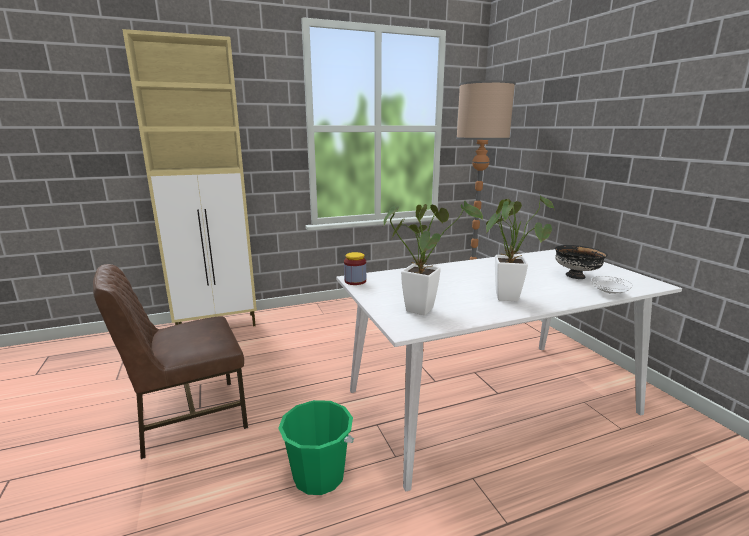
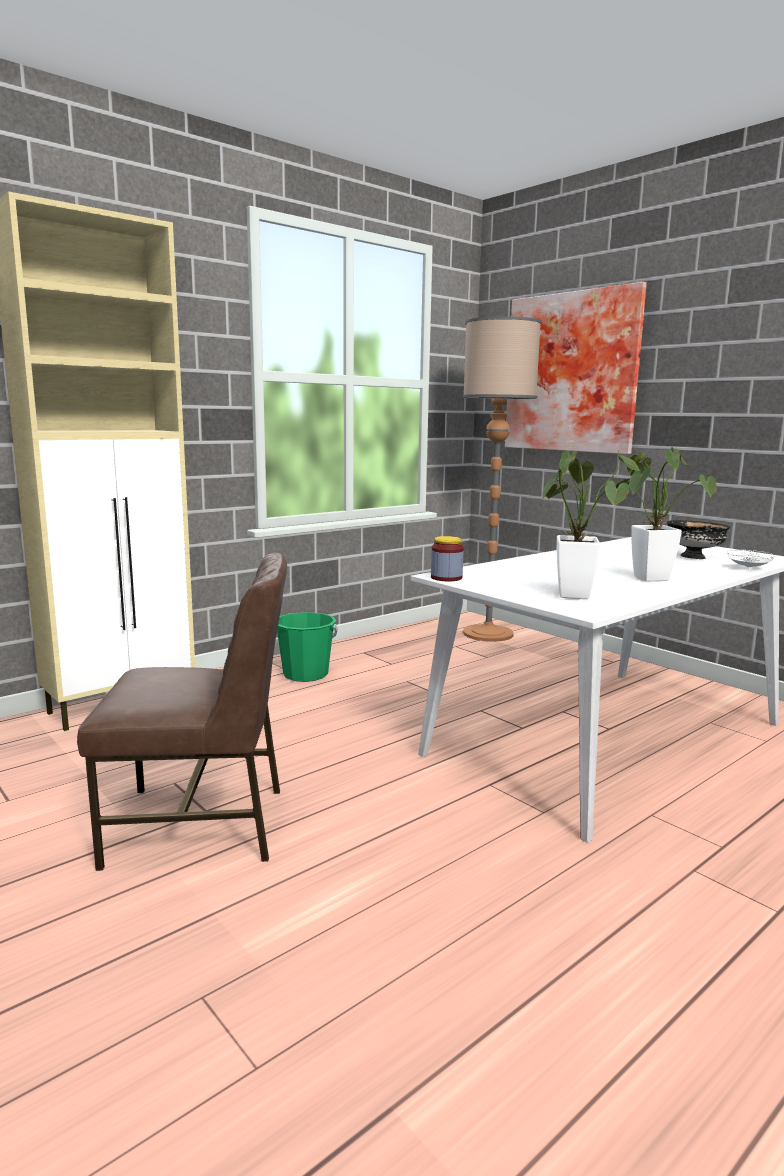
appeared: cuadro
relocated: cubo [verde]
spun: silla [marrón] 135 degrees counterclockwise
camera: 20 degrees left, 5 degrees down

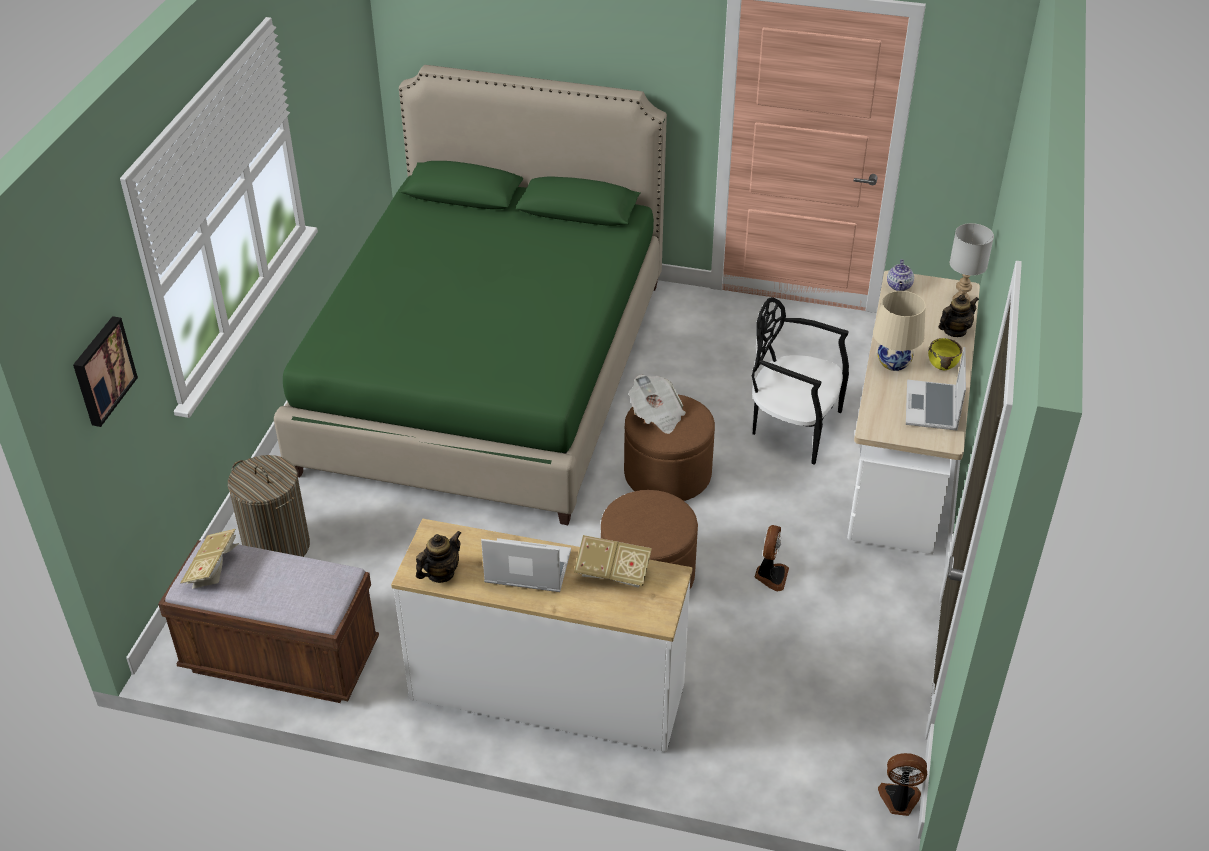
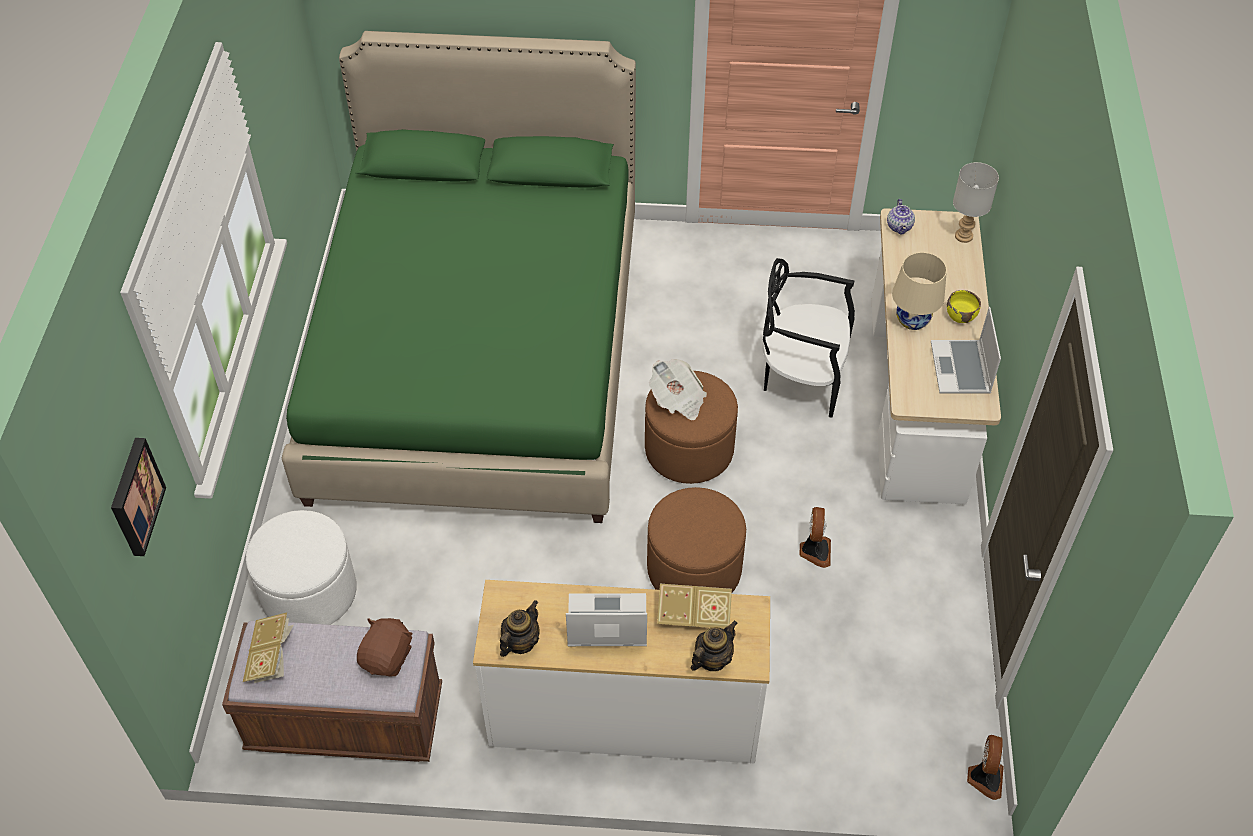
appeared: peluche [marrón]
relocated: tetera (no. 3 from left in the first image) to tetera (no. 2 from left)
exchanged: cesto de la ropa to puf [blanco]
spun: ventilador (no. 2 from left) 105 degrees clockwise
camera: 10 degrees left, 10 degrees up

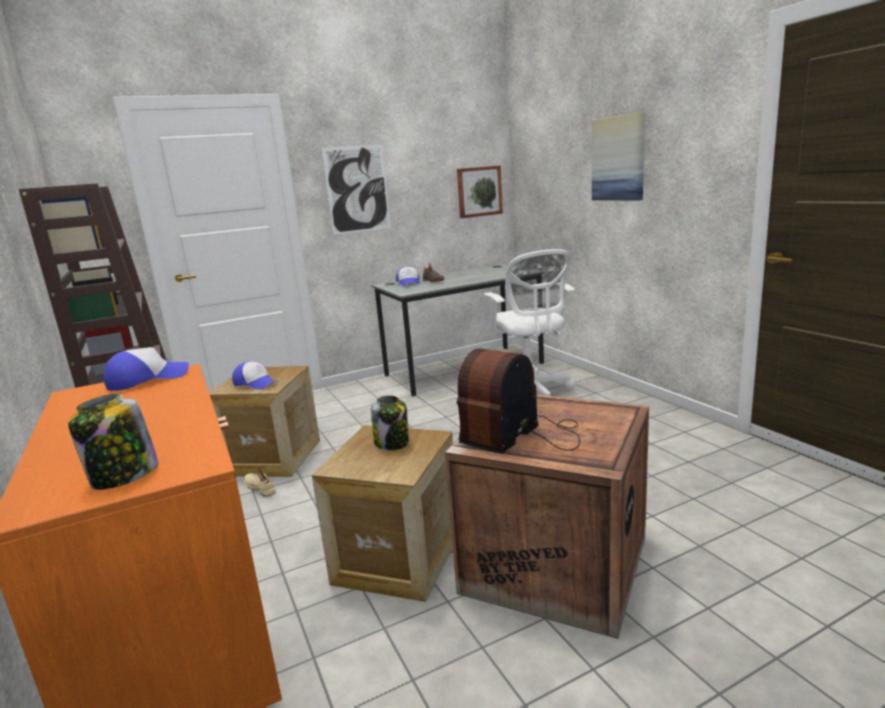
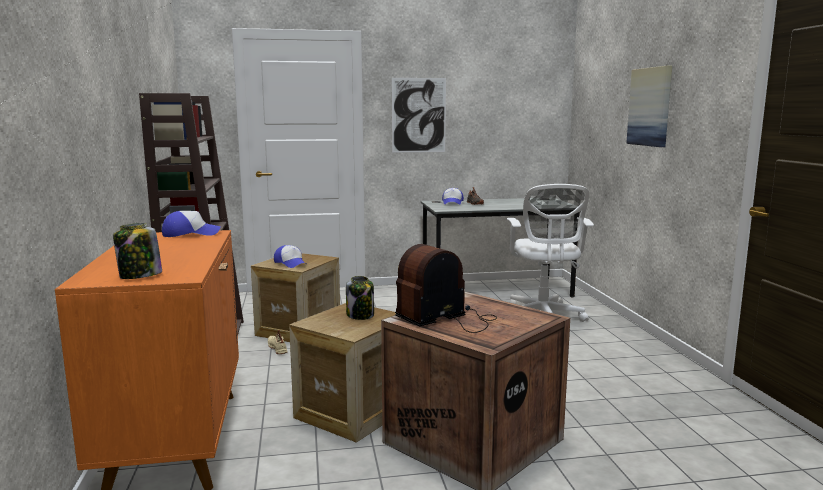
missing: cuadro (no. 2 from left)
camera: 15 degrees right, 5 degrees down

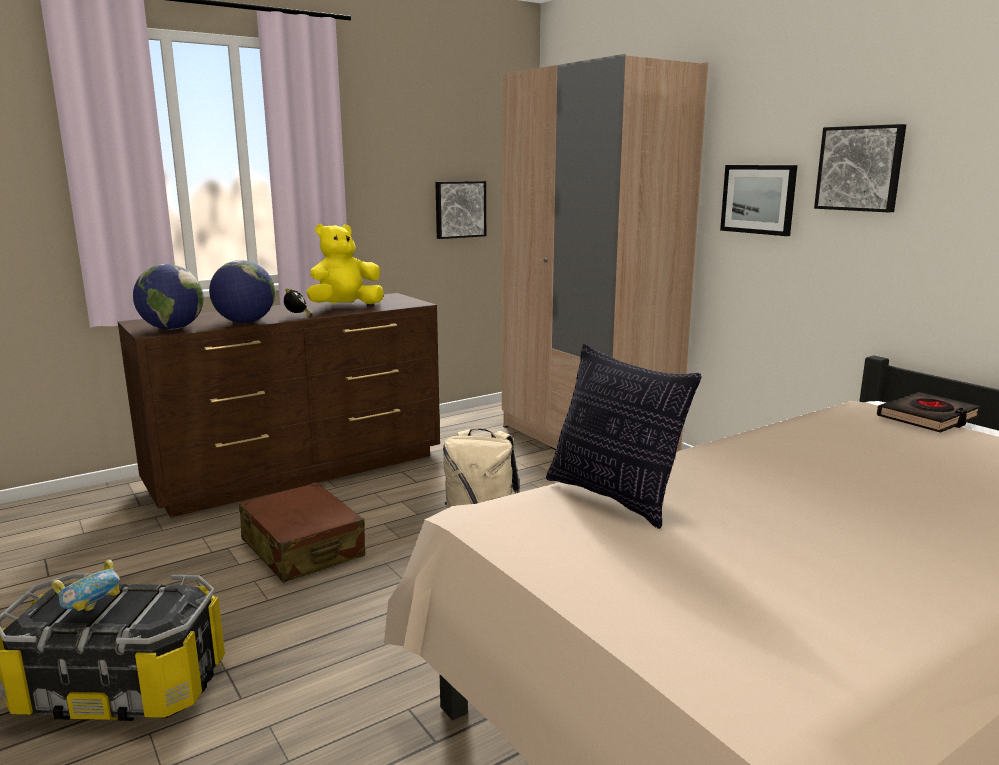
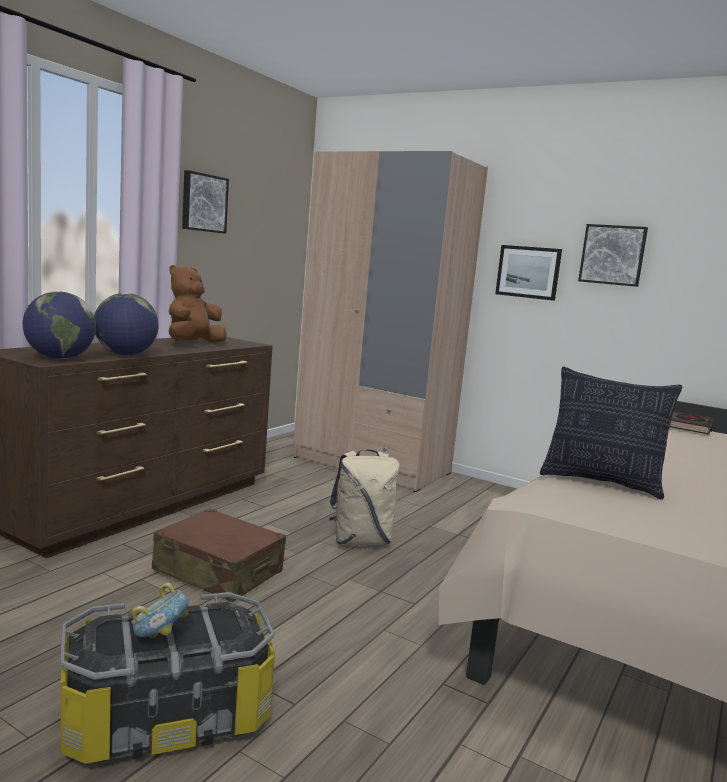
missing: despertador
relocated: cuadro (no. 1 from left)
colour: peluche [amarillo] to peluche [marrón]
camera: 25 degrees left, 5 degrees down

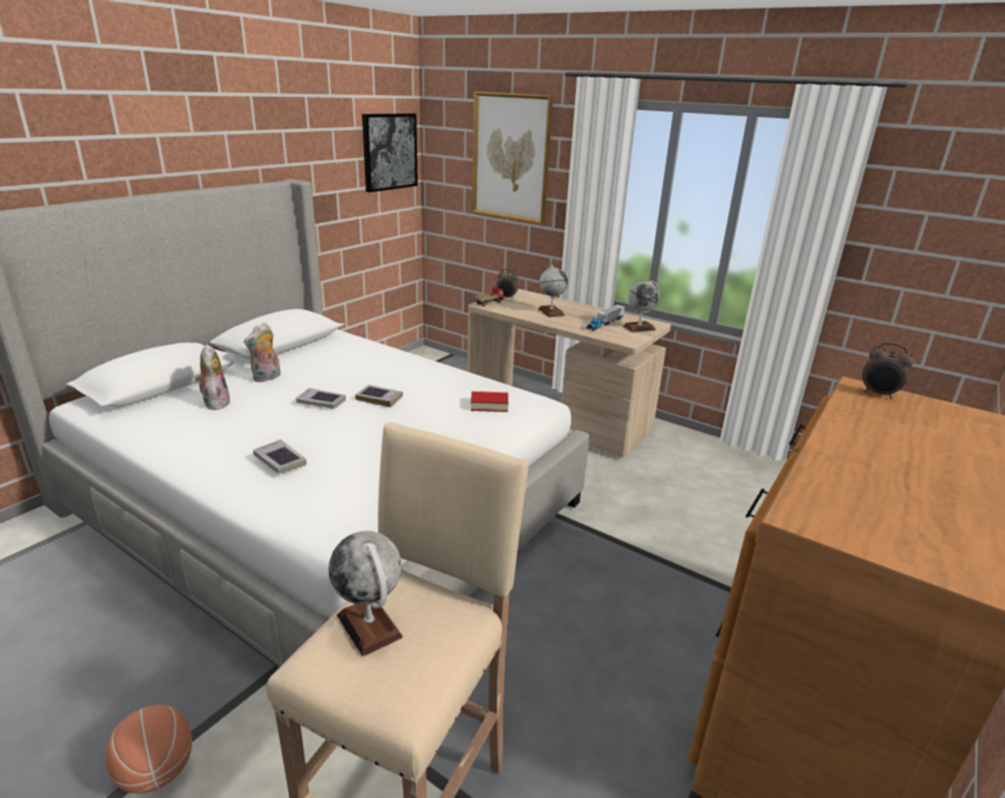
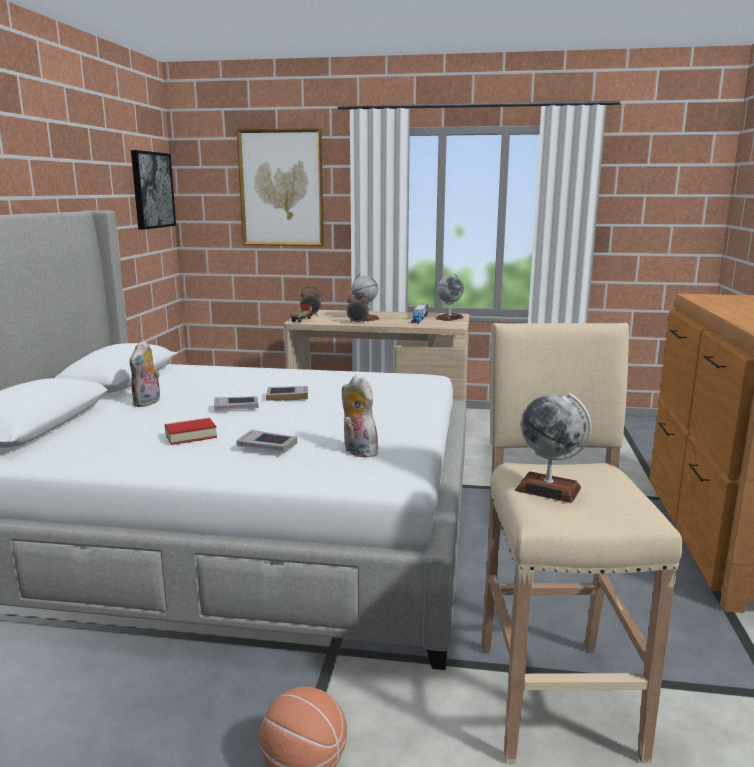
relocated: libro (no. 4 from left in the first image) to libro (no. 1 from left); peluche (no. 1 from left in the first image) to peluche (no. 2 from left); despertador (no. 2 from left)
camera: 25 degrees left, 10 degrees down

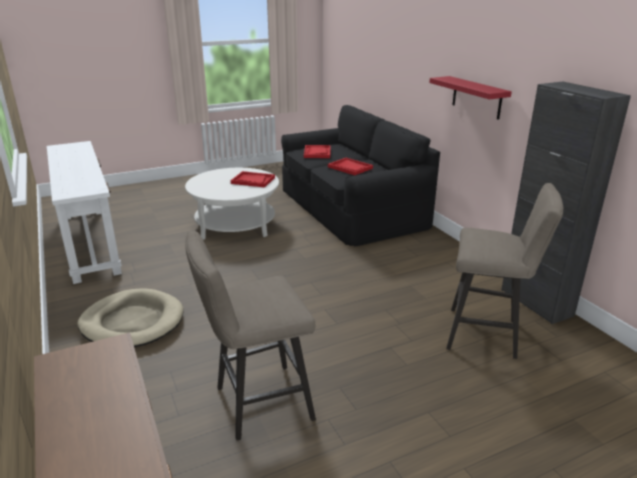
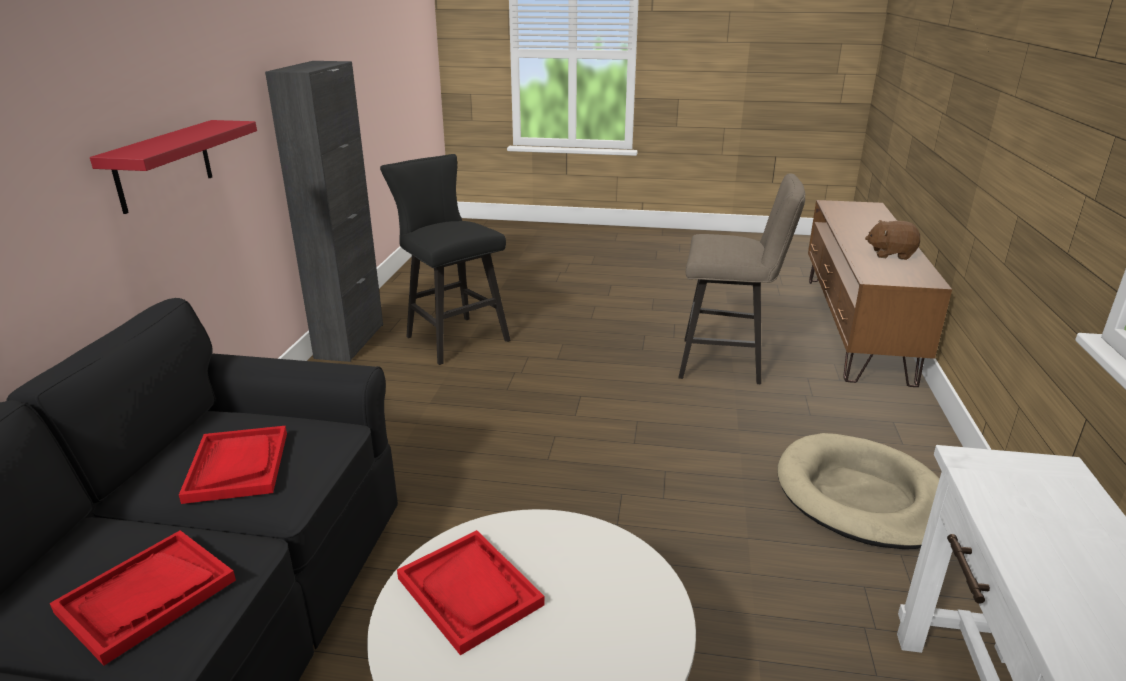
appeared: peluche [marrón]
colour: taburete [beis] (no. 2 from left) to taburete [negro]
camera: 145 degrees left, 0 degrees up

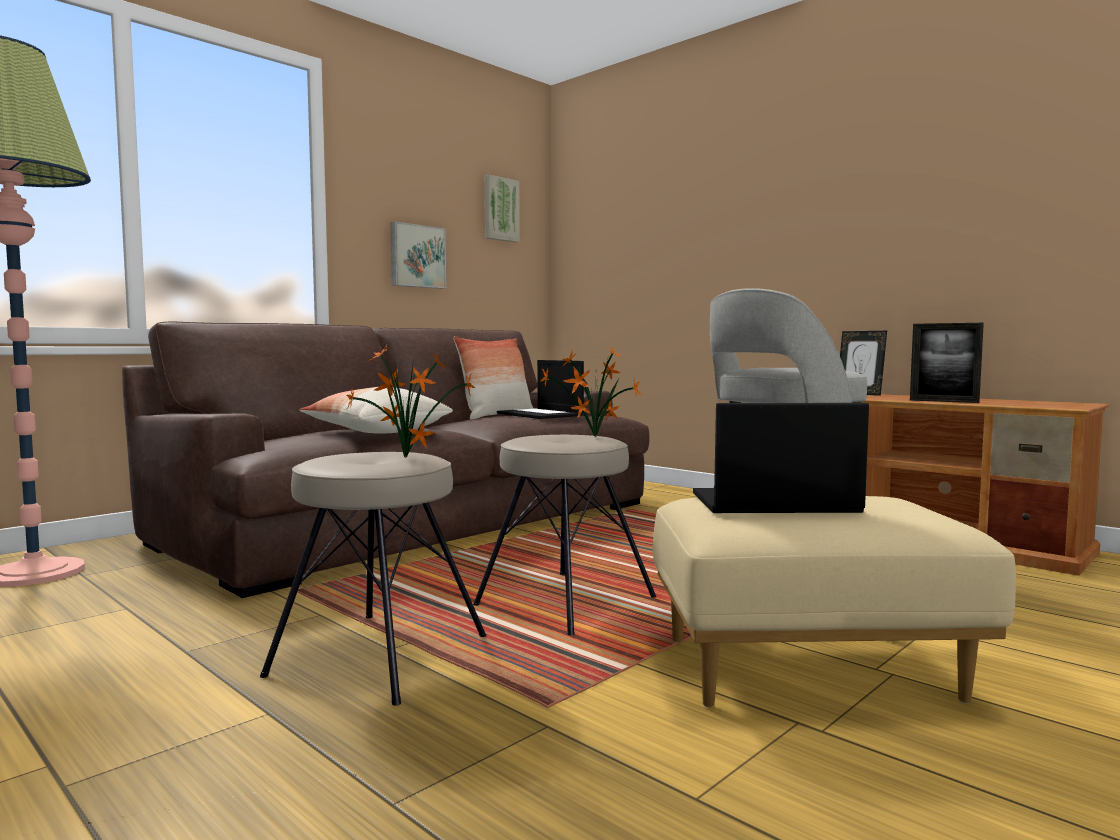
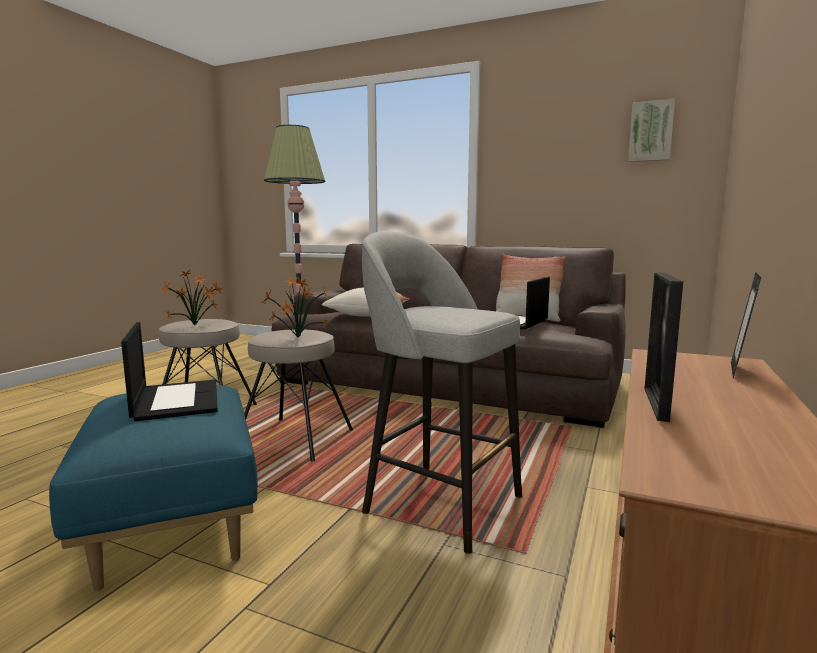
missing: cuadro (no. 1 from left)
colour: puf [beis] to puf [azul]
camera: 70 degrees right, 5 degrees up

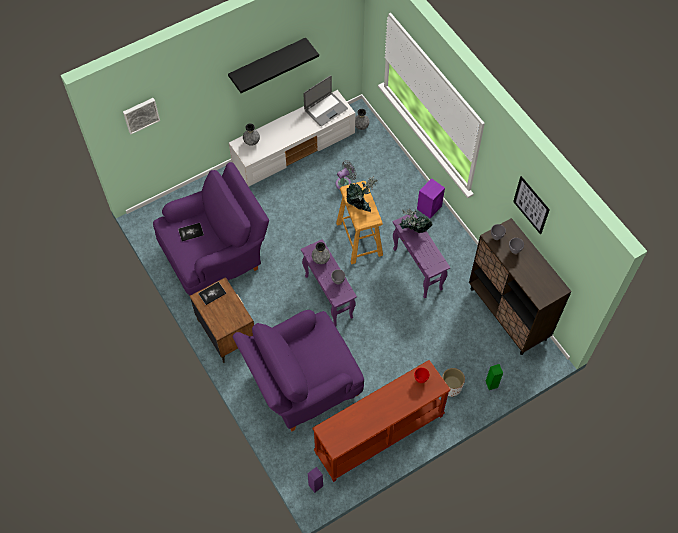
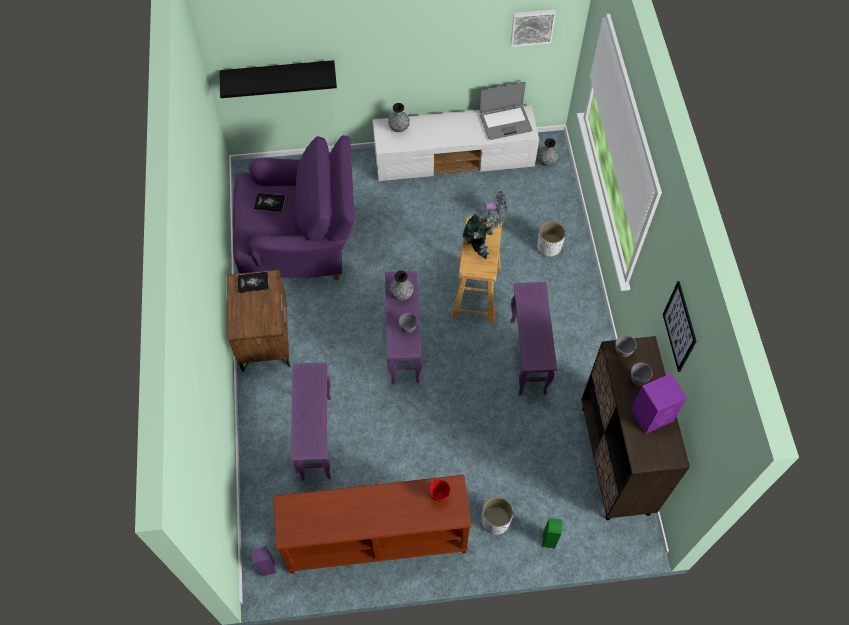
missing: planta en maceta (no. 2 from left)
appeared: maceta [blanco] (no. 2 from left)
relocated: estante [negro]; cuadro (no. 1 from left); altavoz [morado] (no. 2 from left)
exchanged: sillón [morado] (no. 2 from left) to mesa auxiliar [morado] (no. 1 from left)
camera: 25 degrees right, 0 degrees up

